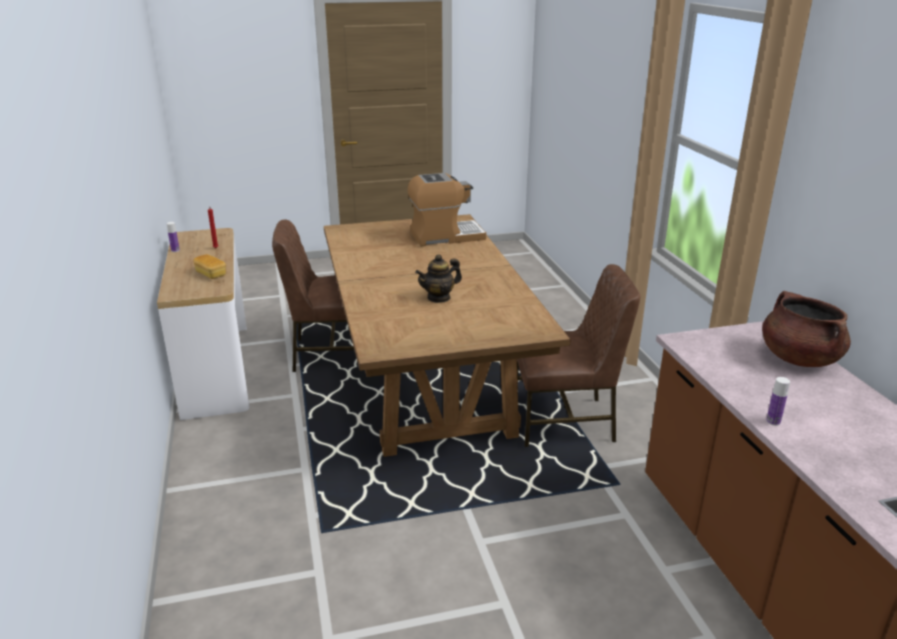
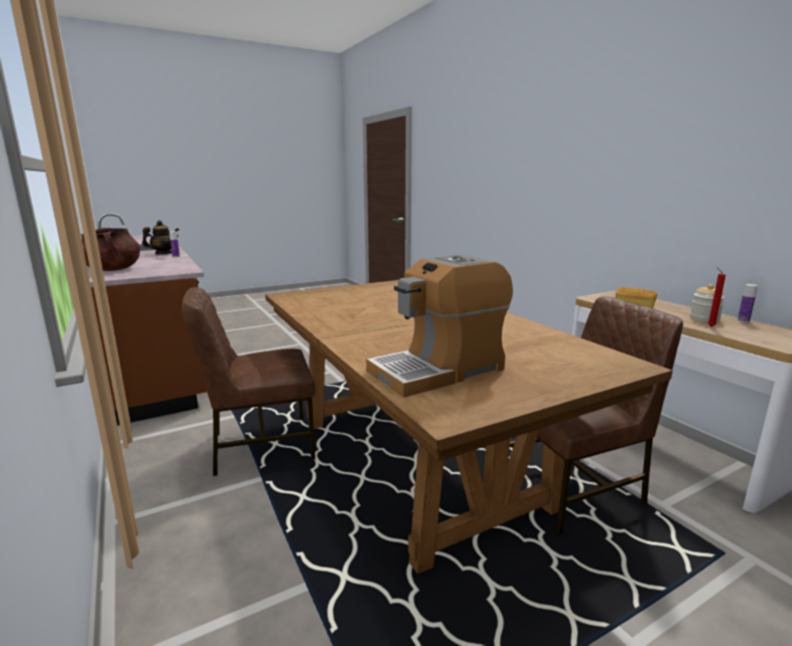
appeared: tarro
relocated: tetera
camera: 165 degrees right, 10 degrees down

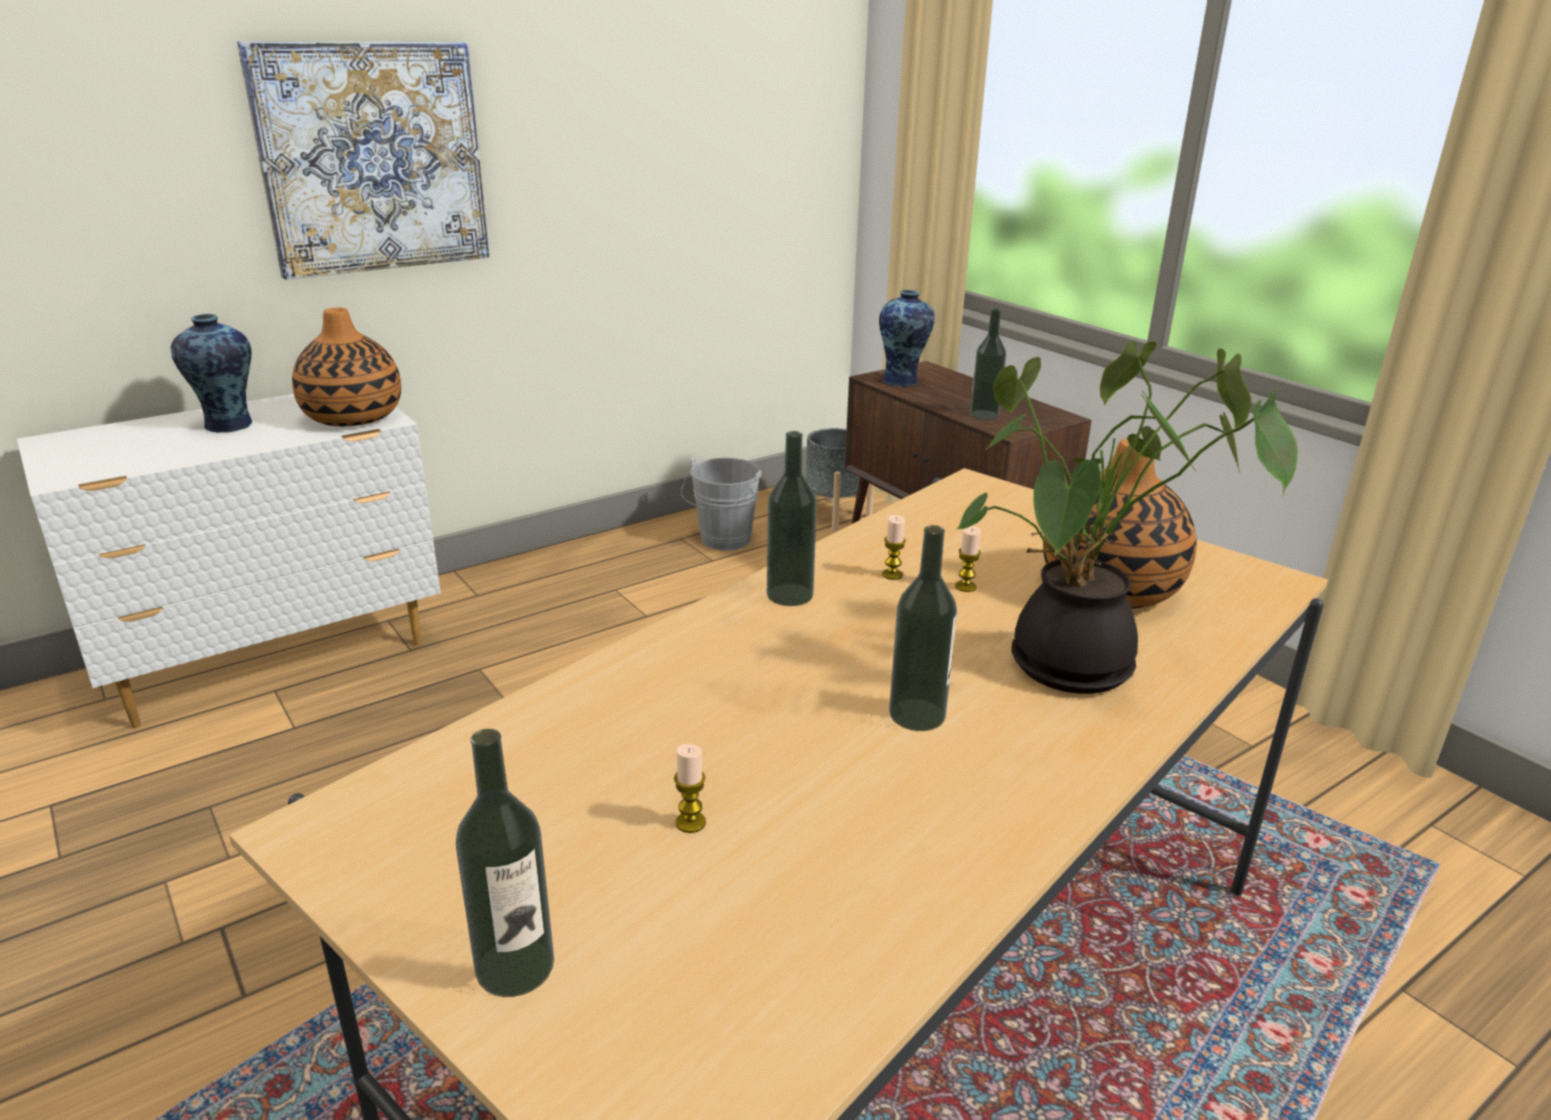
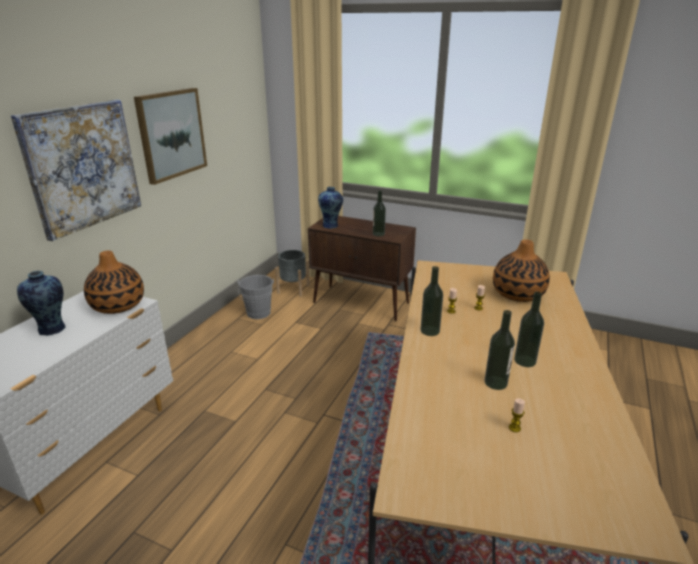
missing: planta en maceta
appeared: cuadro (no. 2 from left)
relocated: botella (no. 1 from left in the first image) to botella (no. 3 from left)
camera: 30 degrees left, 0 degrees up

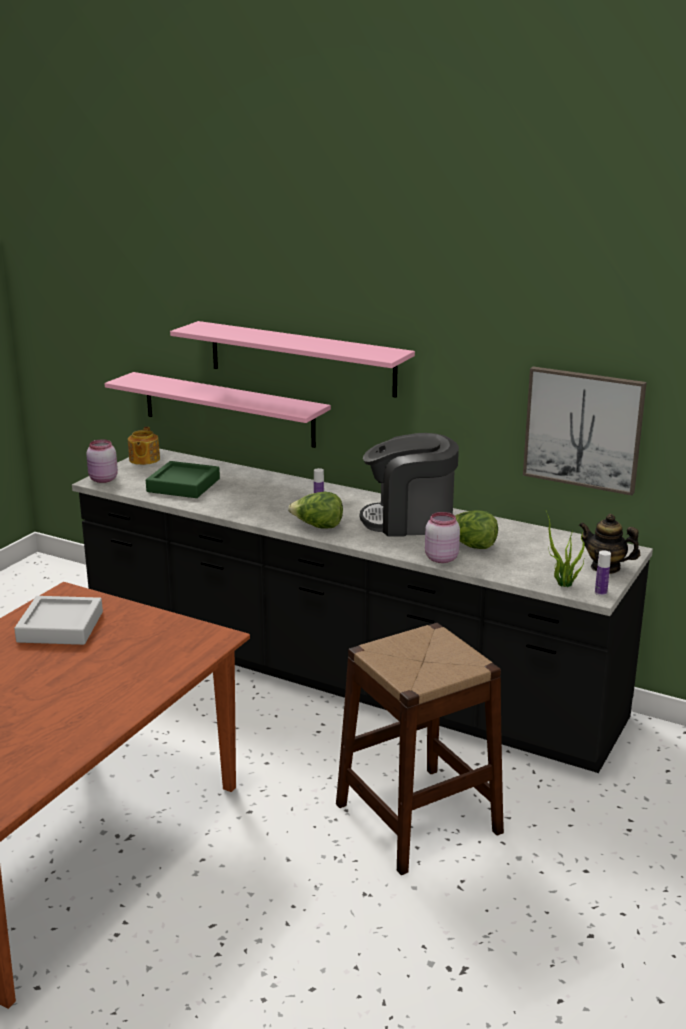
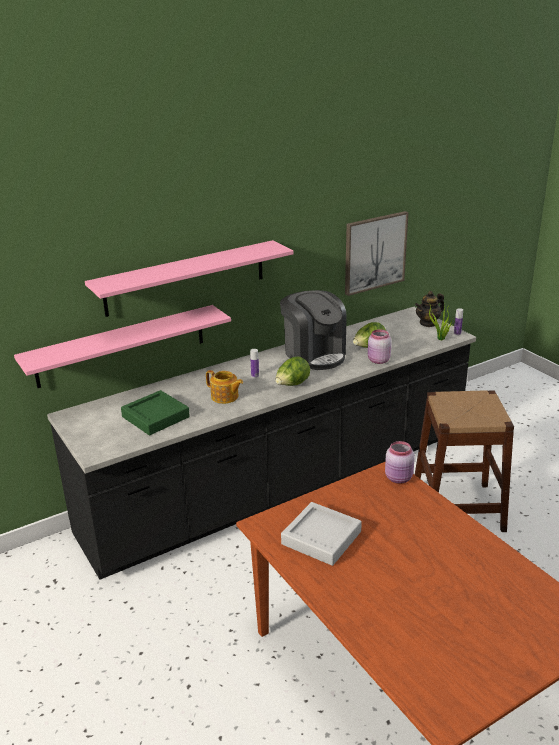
relocated: tetera (no. 1 from left); tarro [rosa] (no. 1 from left in the first image) to tarro [rosa] (no. 2 from left)
spun: cafetera 60 degrees counterclockwise
camera: 60 degrees left, 5 degrees up

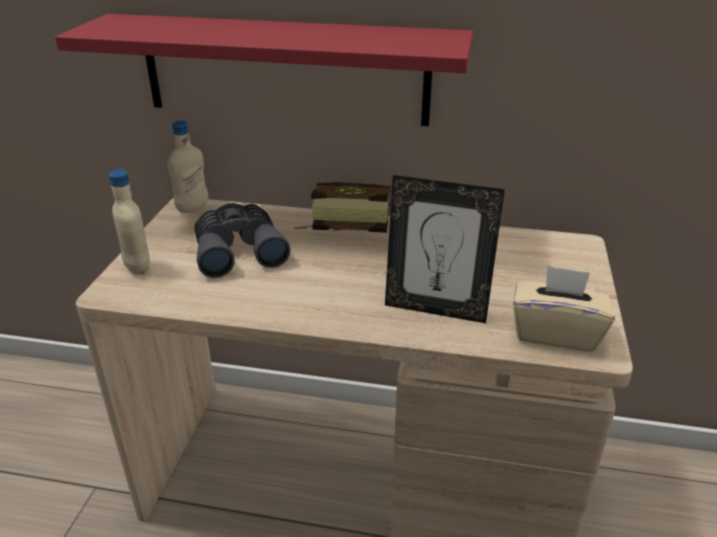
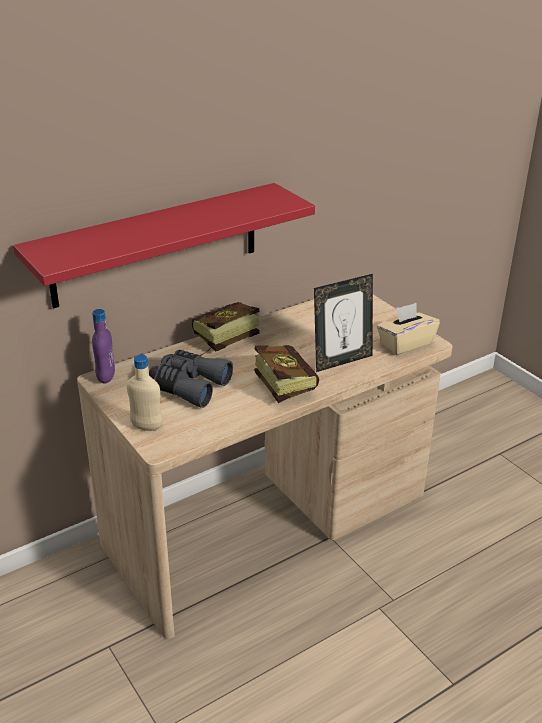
appeared: libro (no. 2 from left)
colour: botella [beis] (no. 2 from left) to botella [morado]
camera: 45 degrees left, 0 degrees up

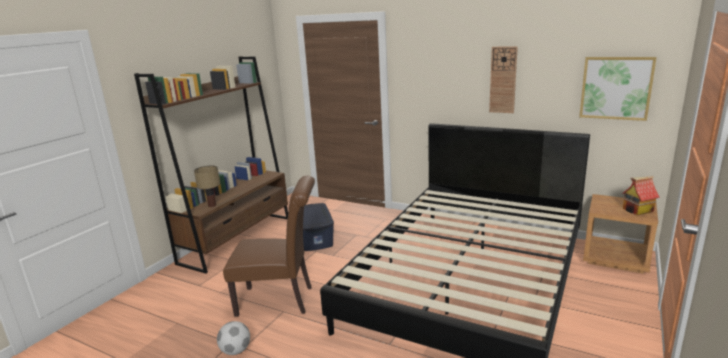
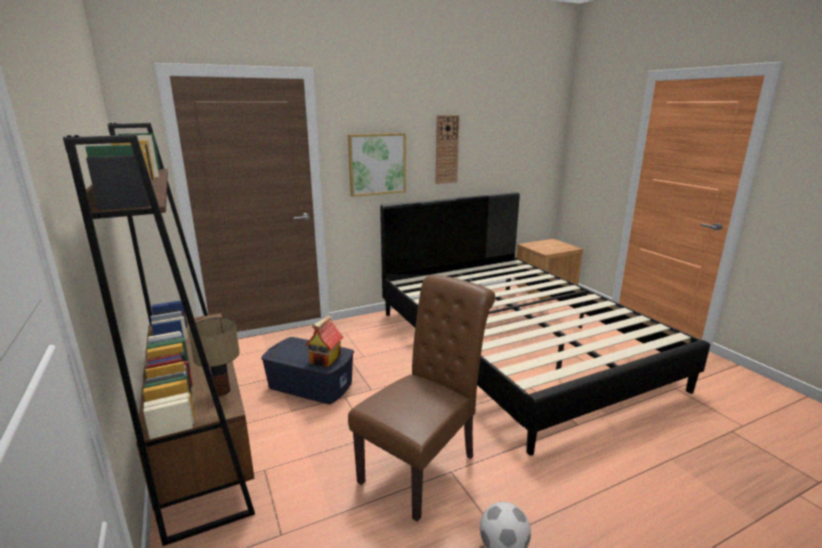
relocated: casita; cuadro
camera: 55 degrees left, 0 degrees up

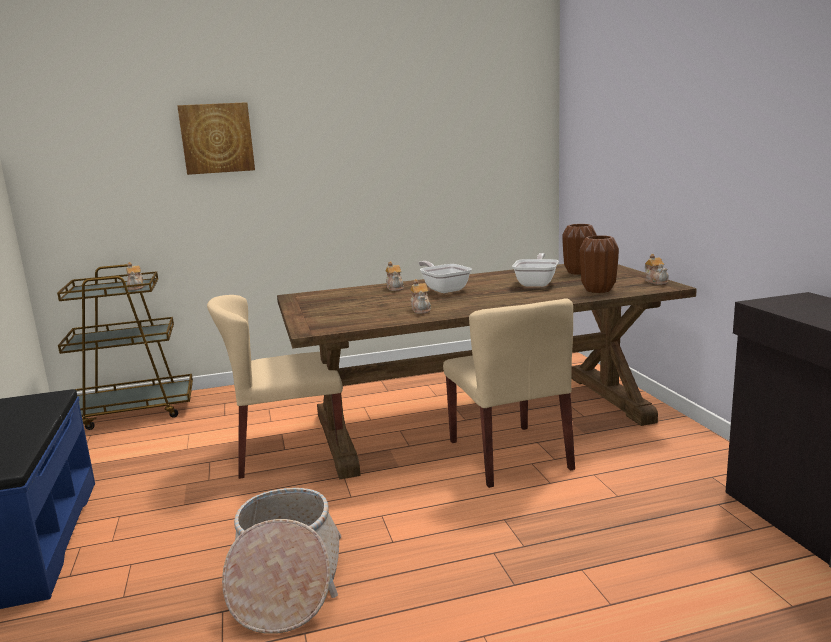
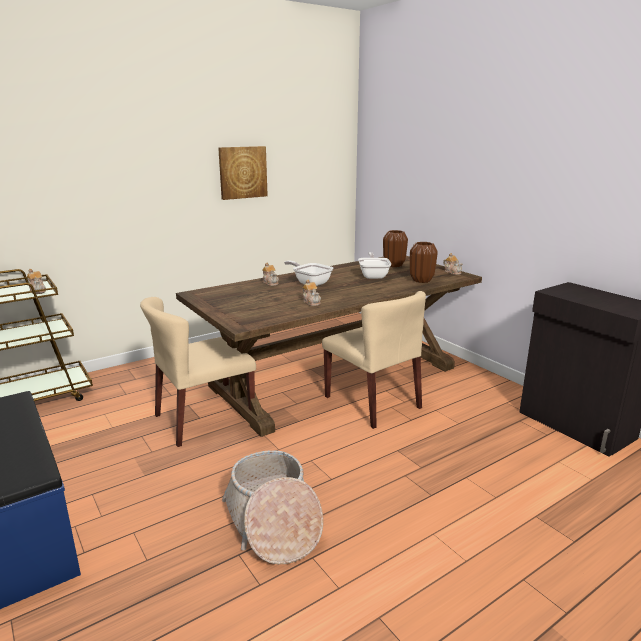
relocated: cuadro
camera: 20 degrees left, 5 degrees up

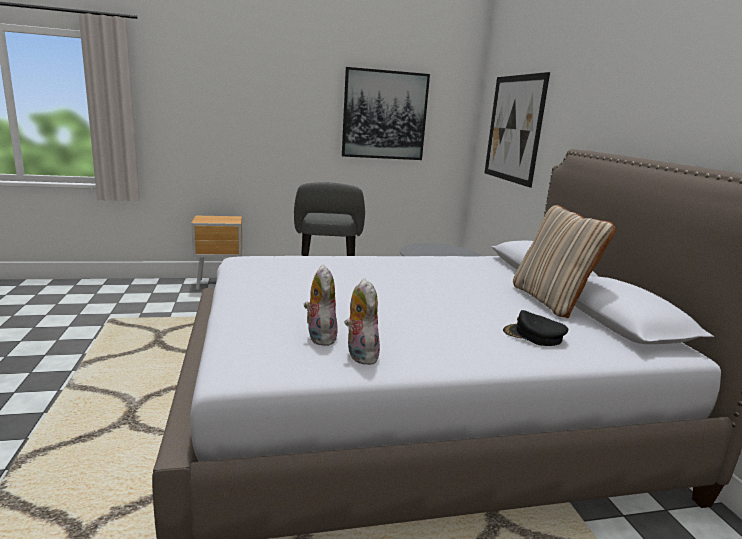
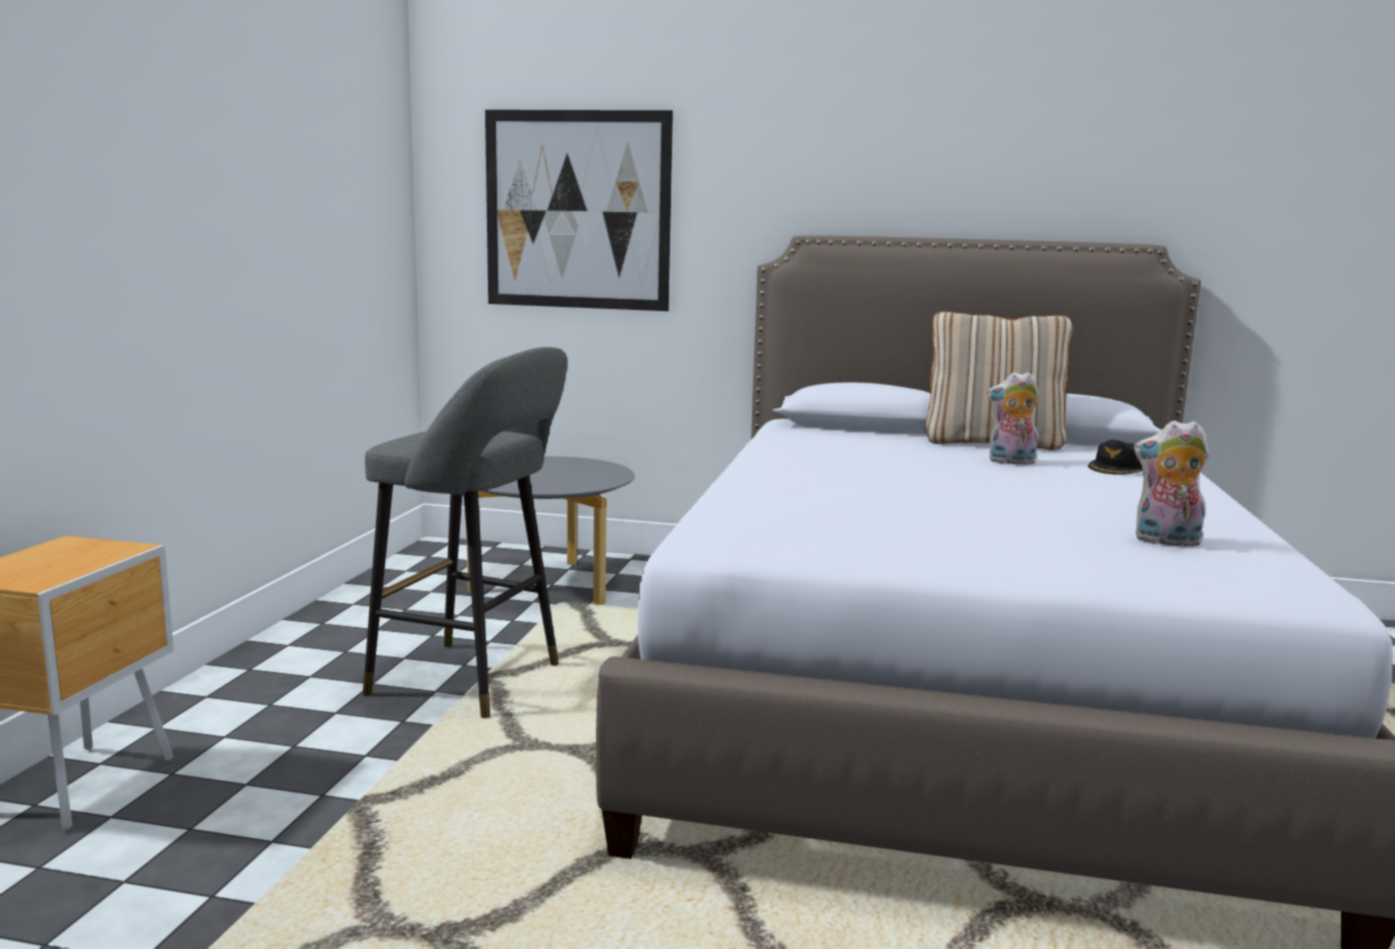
missing: cuadro (no. 1 from left)
relocated: peluche (no. 2 from left in the first image) to peluche (no. 1 from left)
camera: 65 degrees left, 5 degrees down

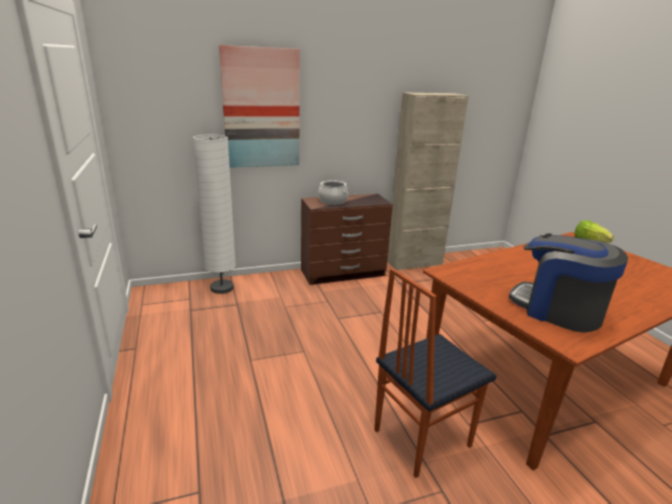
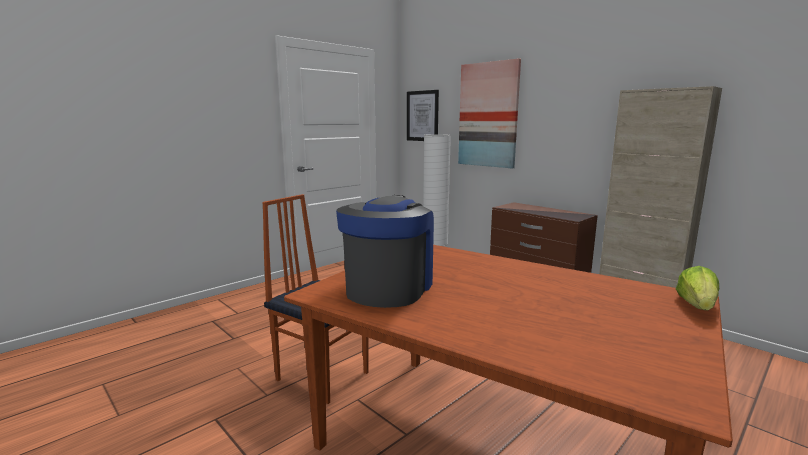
missing: olla
appeared: cuadro (no. 1 from left)
camera: 65 degrees right, 10 degrees down

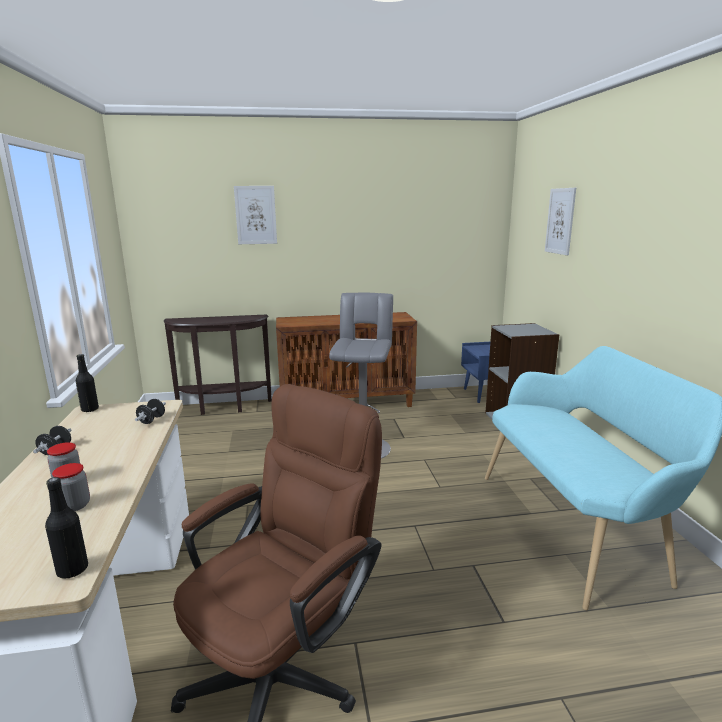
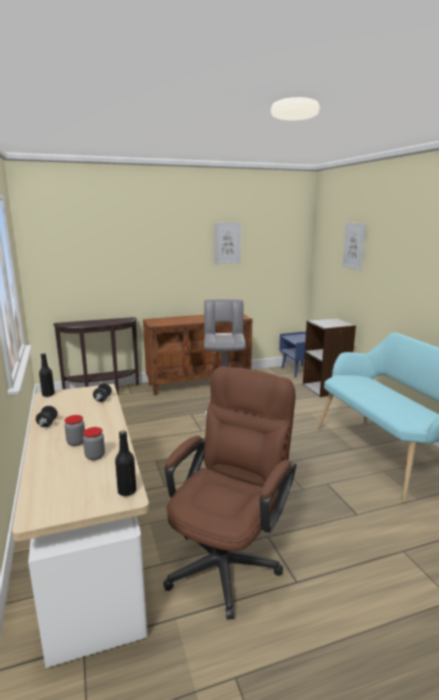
relocated: cuadro (no. 1 from left)
camera: 10 degrees left, 0 degrees up

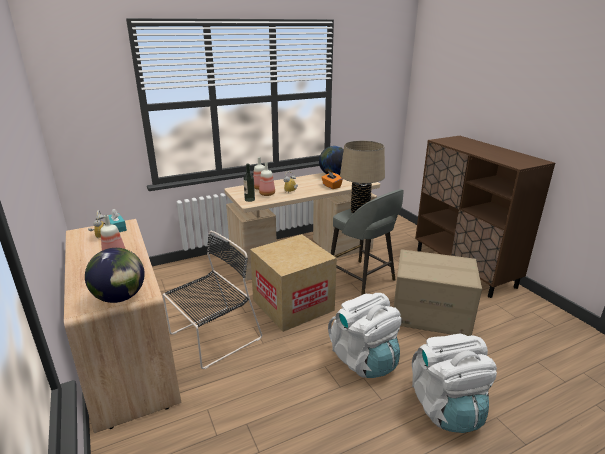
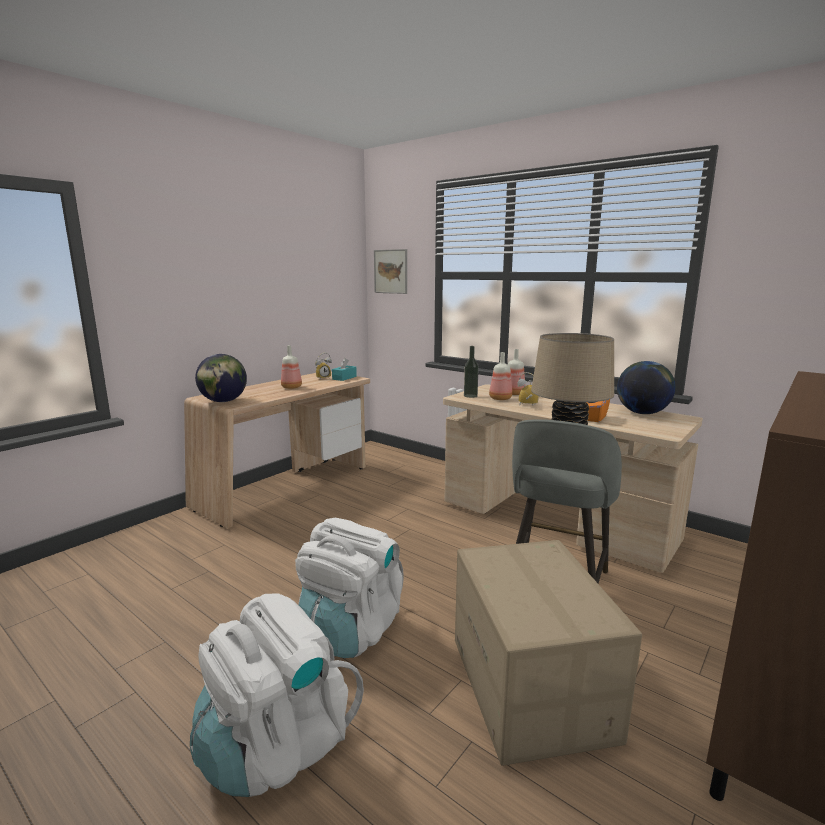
missing: silla [negro]; caja de cartón (no. 1 from left)
appeared: cuadro
camera: 65 degrees right, 10 degrees down

